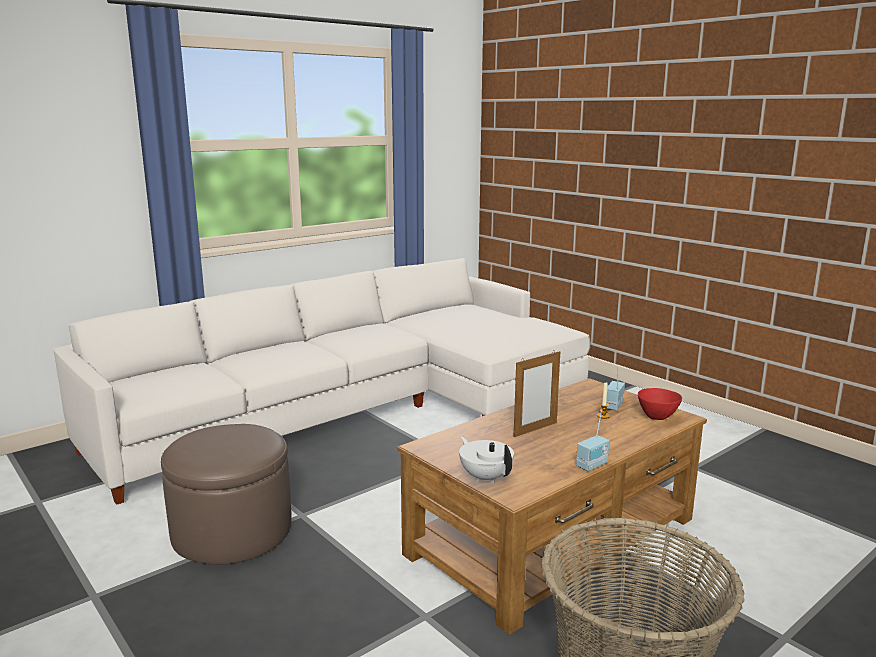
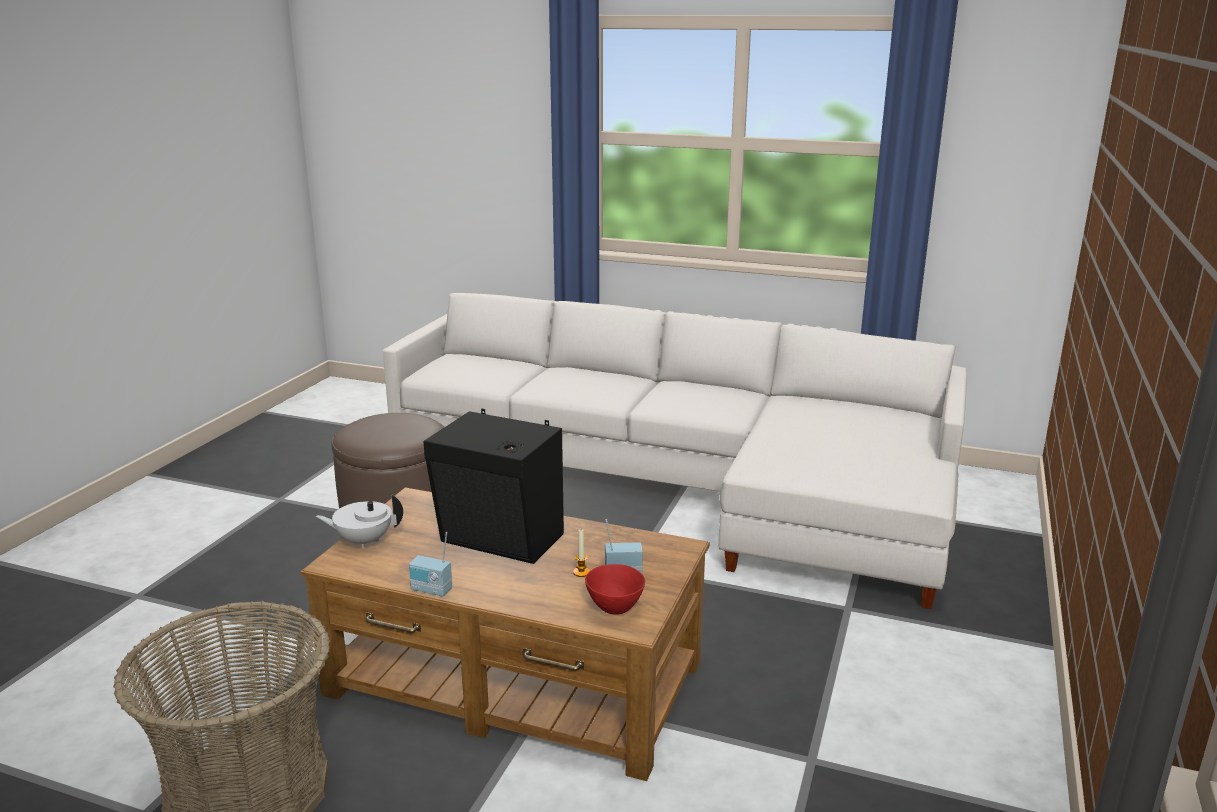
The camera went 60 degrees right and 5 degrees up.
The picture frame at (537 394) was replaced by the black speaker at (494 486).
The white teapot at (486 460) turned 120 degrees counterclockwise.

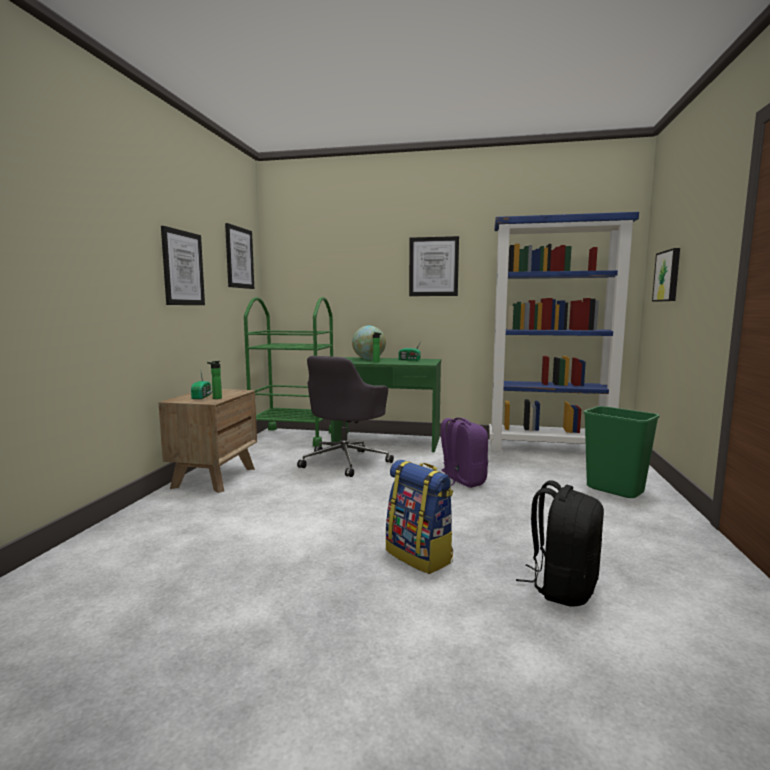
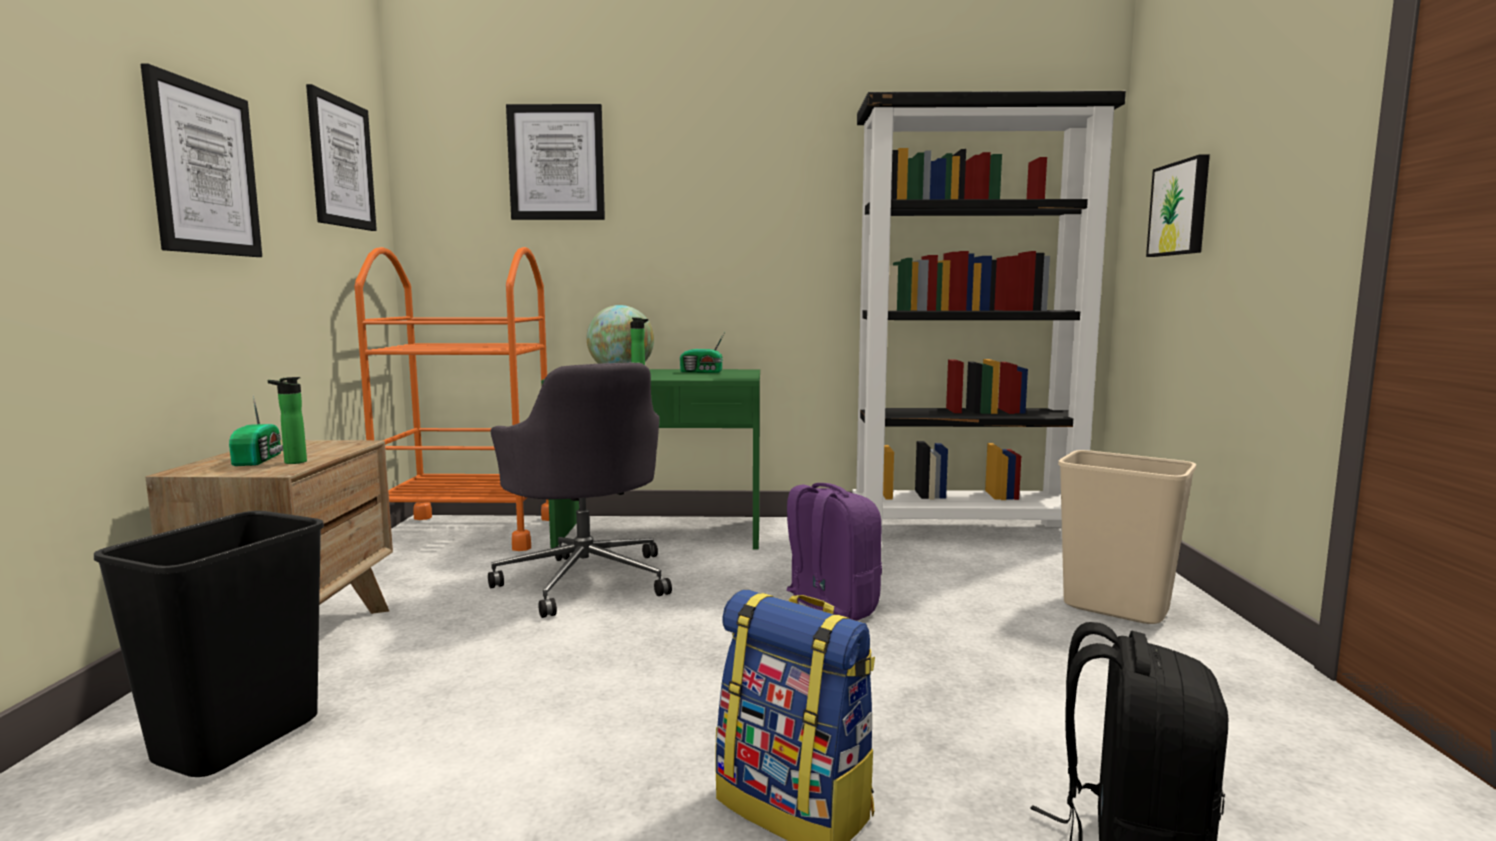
The camera went 10 degrees left and 0 degrees up.
The blue bookcase at (564 332) became the black bookcase at (989 316).
The picture moved from (434 266) to (555 162).
The green cart at (288 372) became the orange cart at (452 399).
The grey office chair at (345 416) turned 45 degrees counterclockwise.
The green trash can at (621 452) became the beige trash can at (1127 537).
The black trash can at (209 644) appeared.

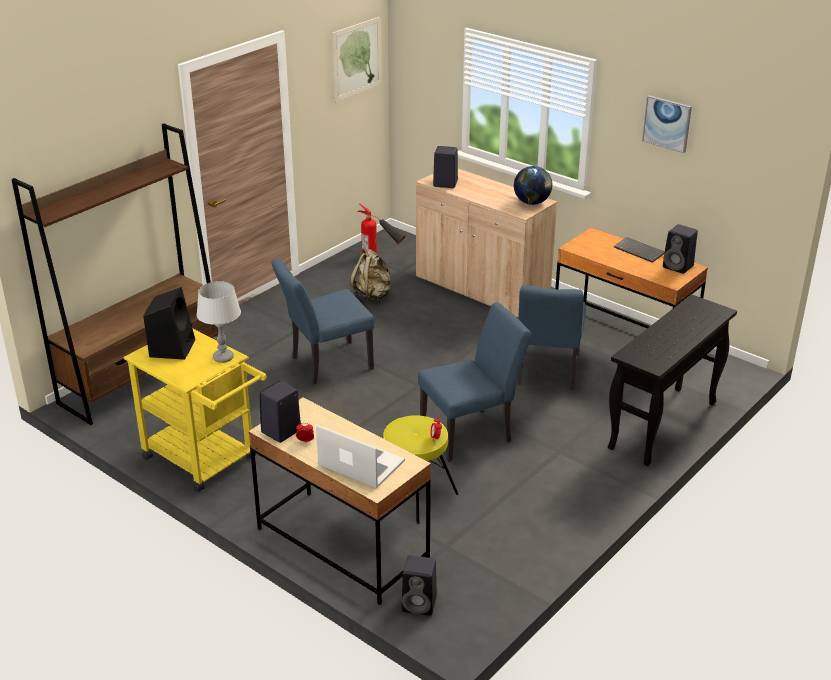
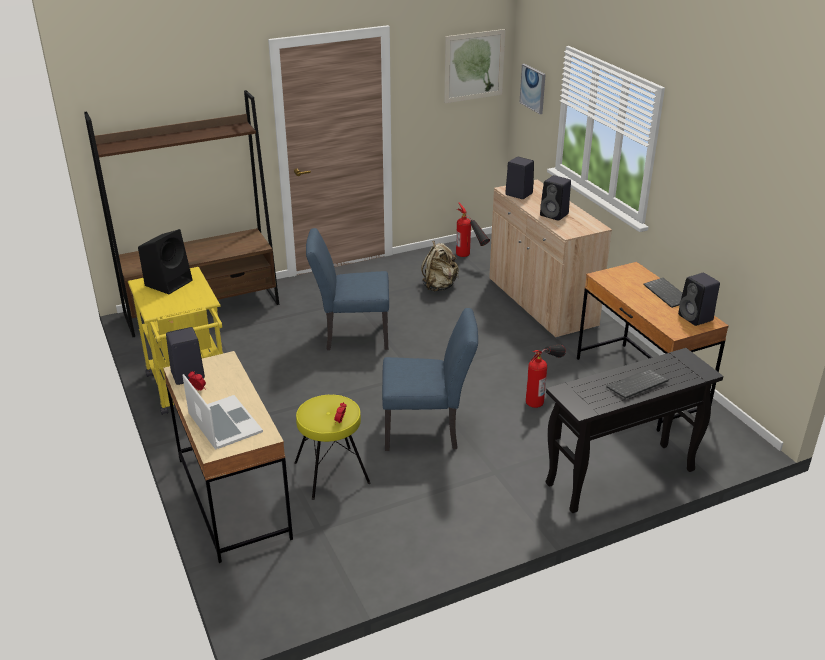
The camera went 25 degrees right and 0 degrees up.
The picture moved from (667 124) to (532 89).
The globe at (533 185) disappeared.
The grey table lamp at (219 322) disappeared.
The blue chair at (551 337) was replaced by the fire extinguisher at (546 376).
The black speaker moved from (419 585) to (555 198).
The keyboard at (637 384) appeared.

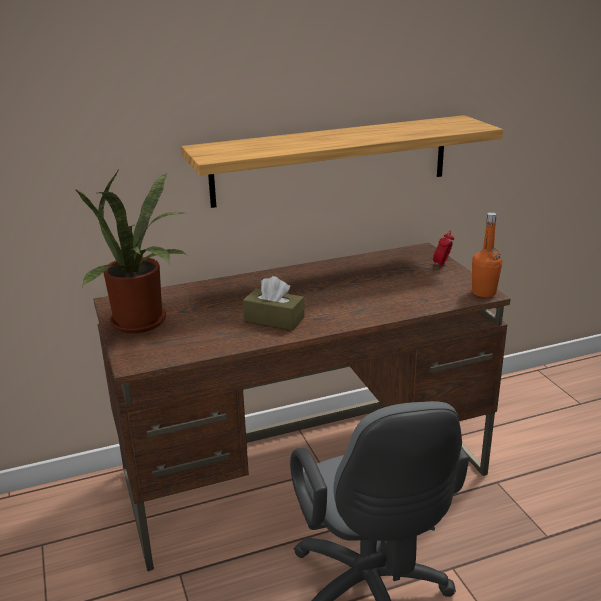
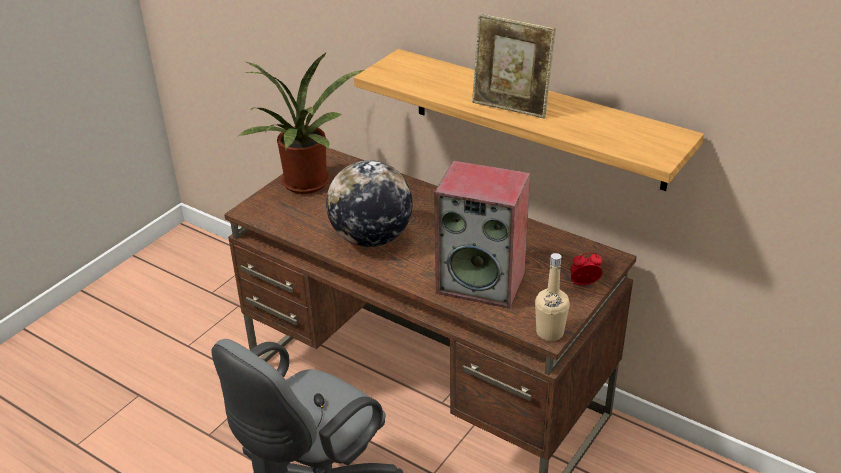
The camera went 55 degrees right and 10 degrees up.
The orange bottle at (487 255) became the beige bottle at (552 297).
The brown tissue box at (273 303) was replaced by the globe at (369 203).
The picture frame at (514 66) appeared.
The speaker at (482 234) appeared.

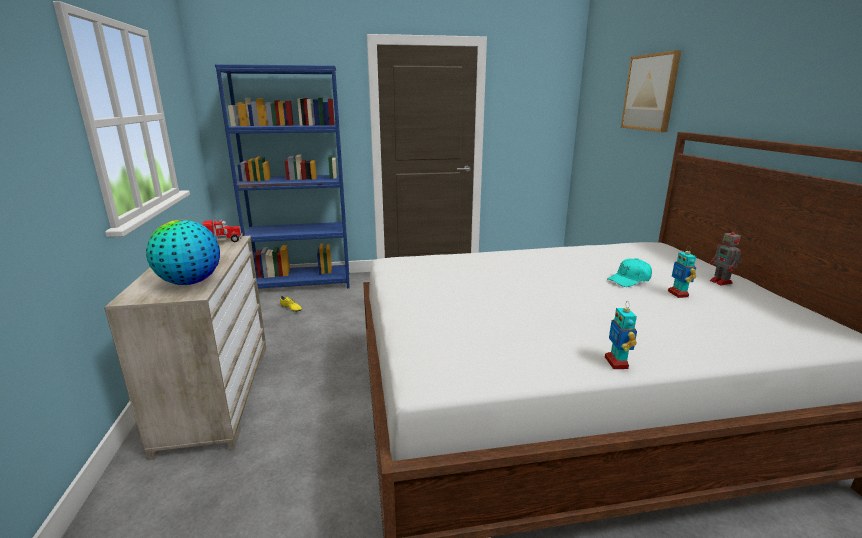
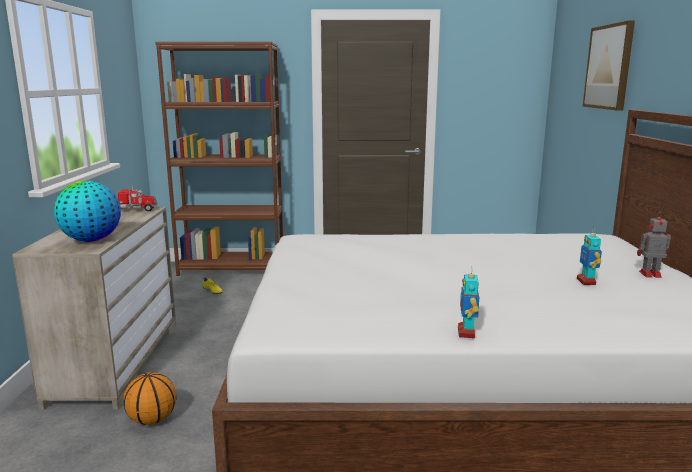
The camera went 10 degrees right and 5 degrees down.
The blue bookcase at (282 176) became the brown bookcase at (219 159).
The toy robot at (726 256) turned 105 degrees clockwise.
The turquoise cap at (629 272) disappeared.
The basketball at (149 398) appeared.

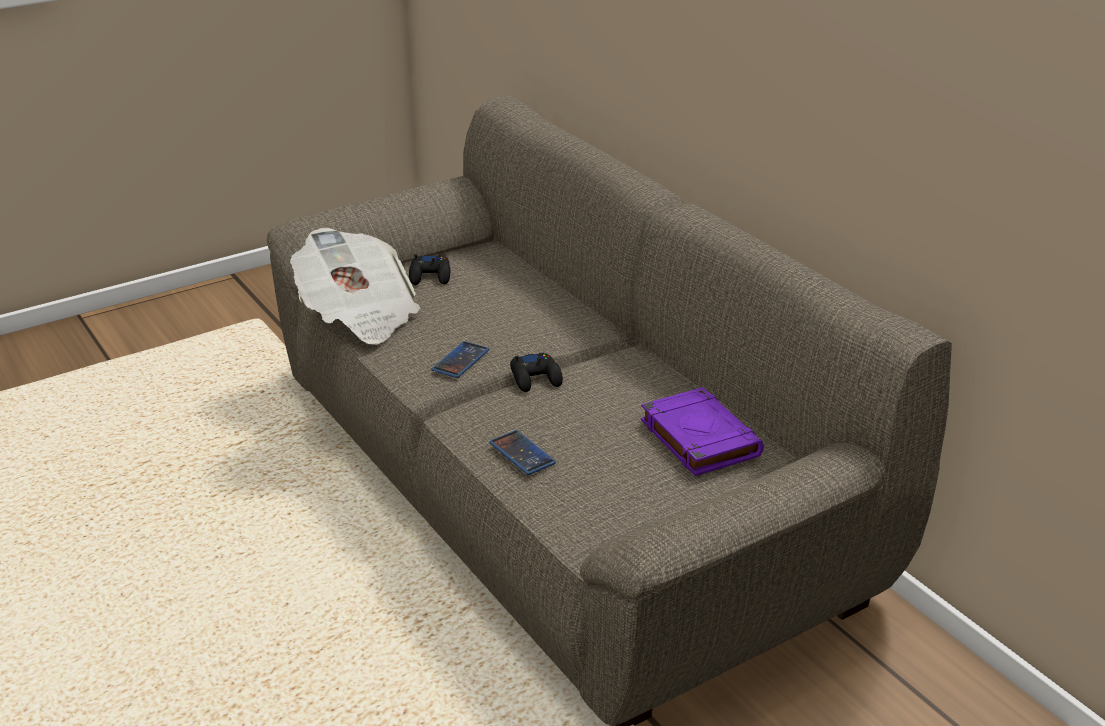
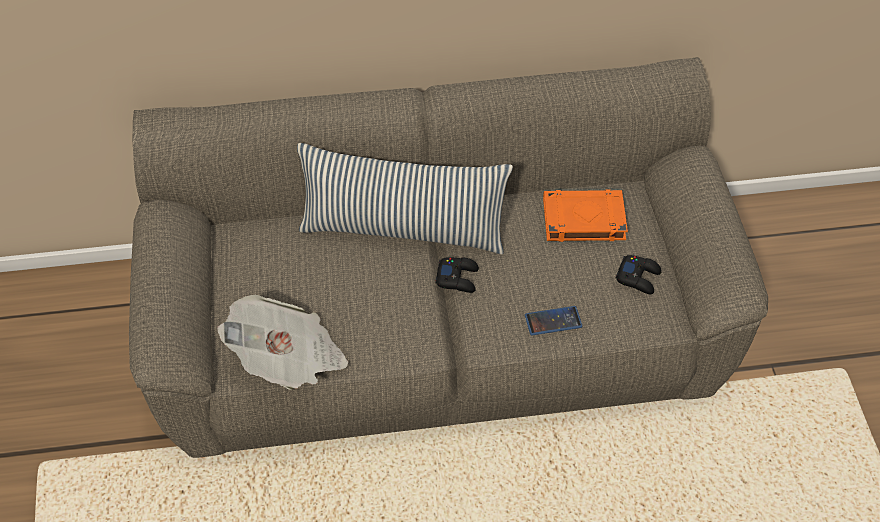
The camera went 65 degrees left and 20 degrees up.
The black game controller moved from (429 269) to (639 274).
The phone at (460 359) disappeared.
The purple book at (702 431) became the orange book at (585 216).
The pillow at (405 198) appeared.

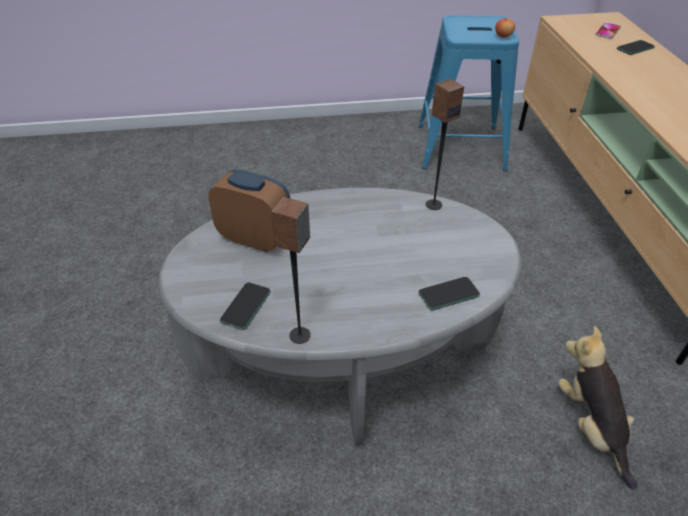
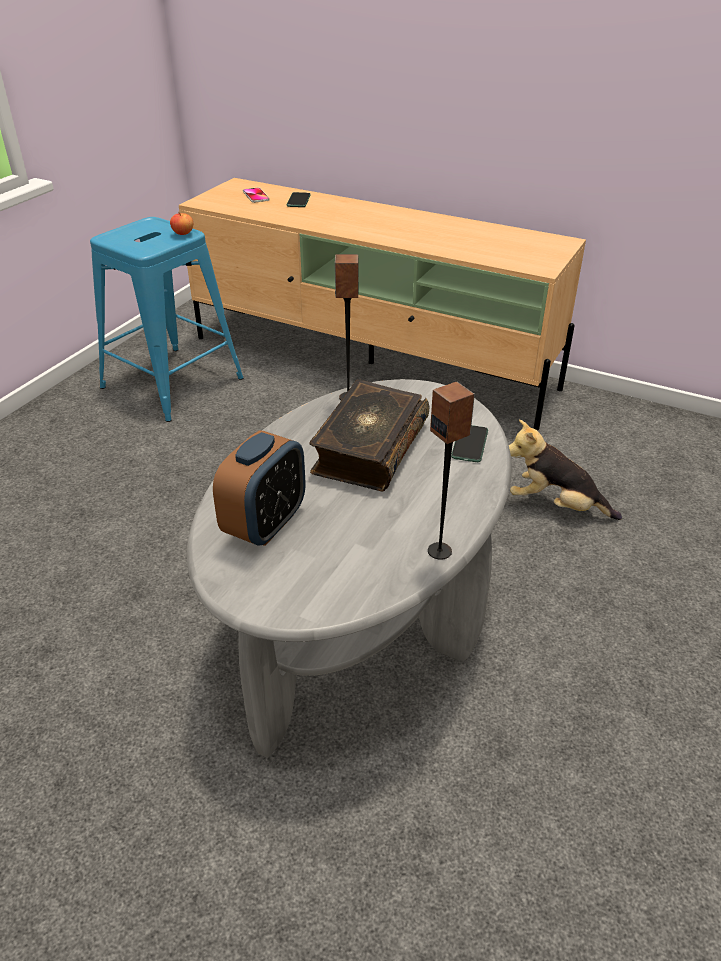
The camera went 55 degrees left and 5 degrees down.
The alarm clock at (249 210) turned 150 degrees clockwise.
The phone at (245 306) disappeared.
The book at (370 435) appeared.

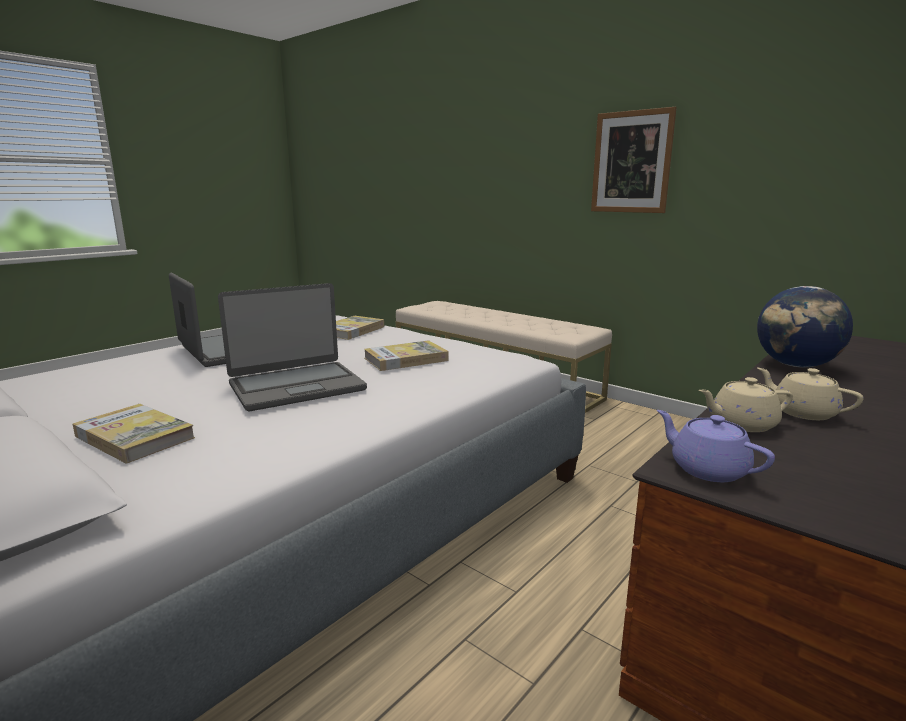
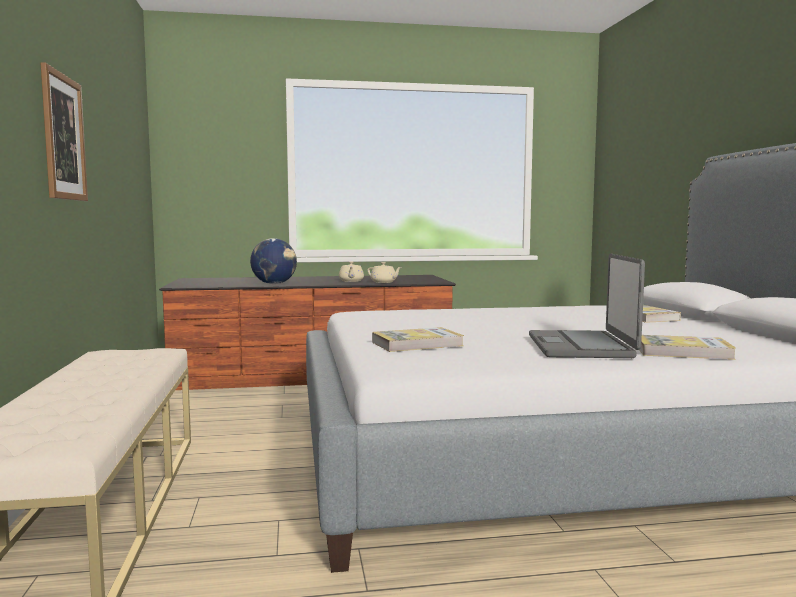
The camera went 140 degrees left and 10 degrees down.
The laptop at (292 347) disappeared.
The book moved from (406 355) to (687 347).
The purple teapot at (716 446) disappeared.

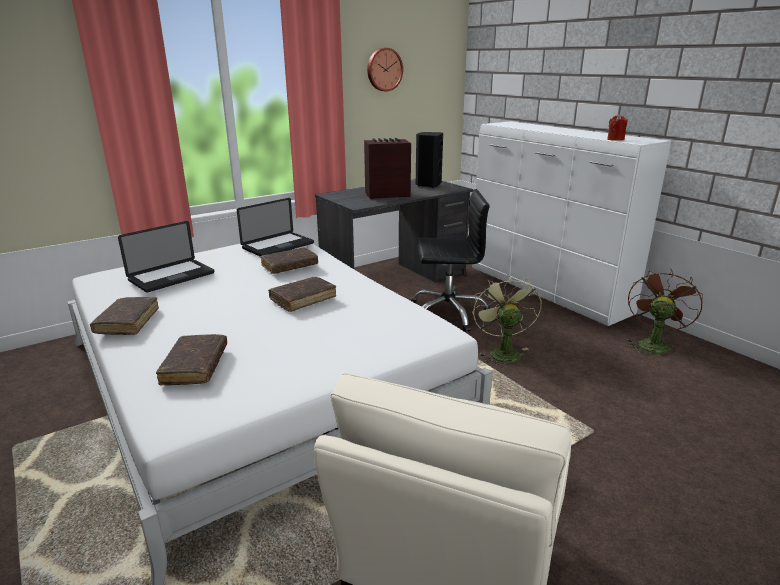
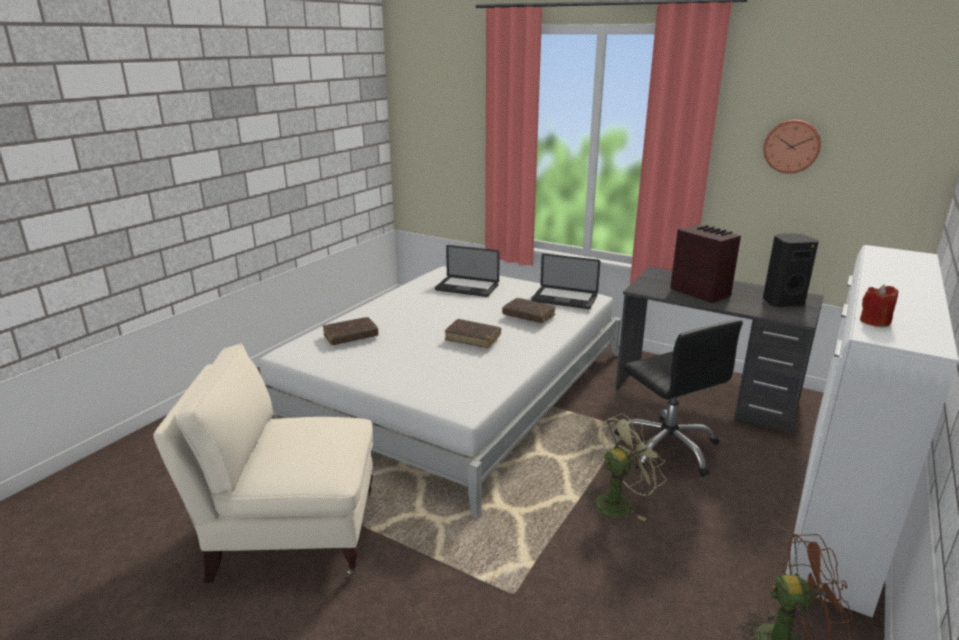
The camera went 65 degrees right and 0 degrees up.
The brown book at (124 316) disappeared.

